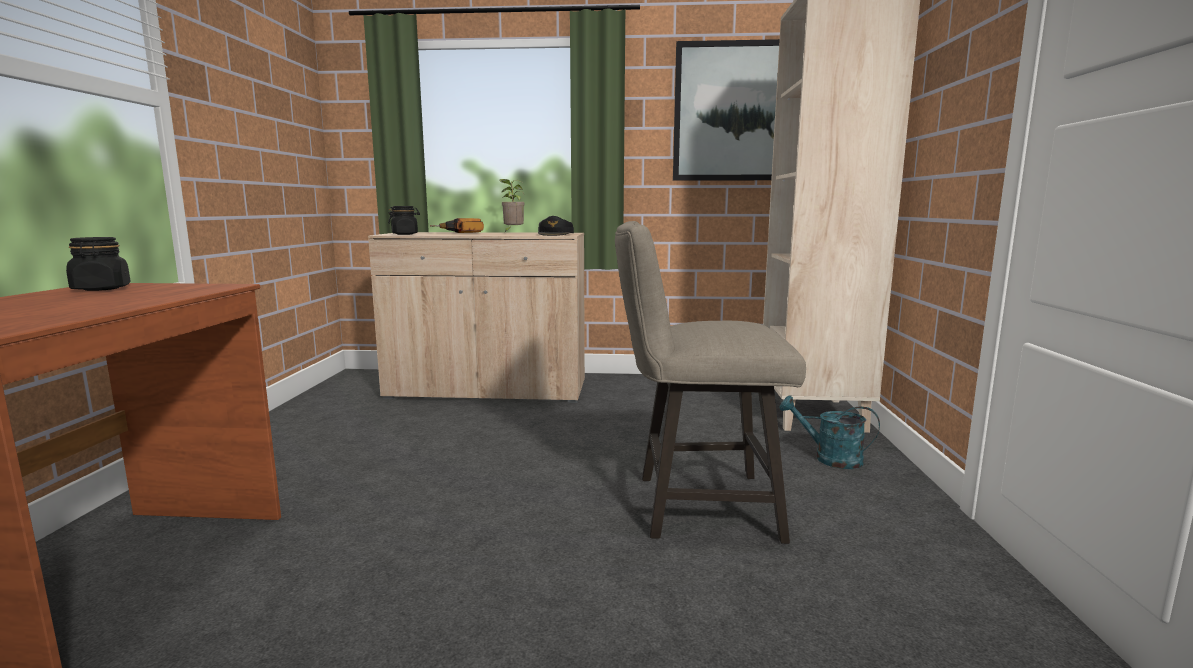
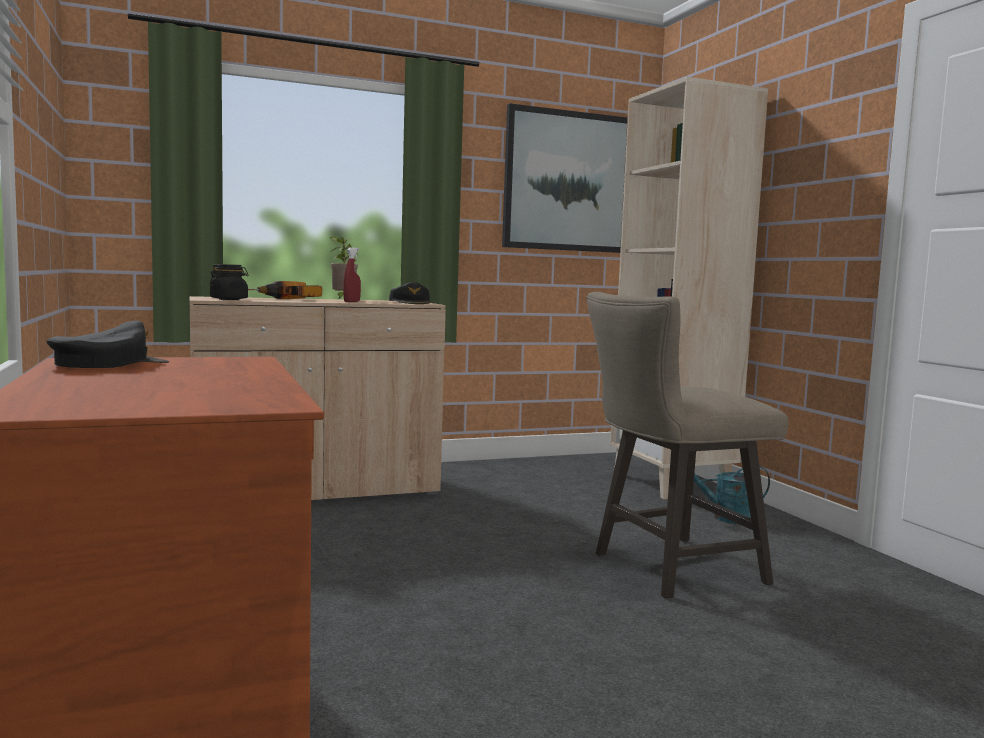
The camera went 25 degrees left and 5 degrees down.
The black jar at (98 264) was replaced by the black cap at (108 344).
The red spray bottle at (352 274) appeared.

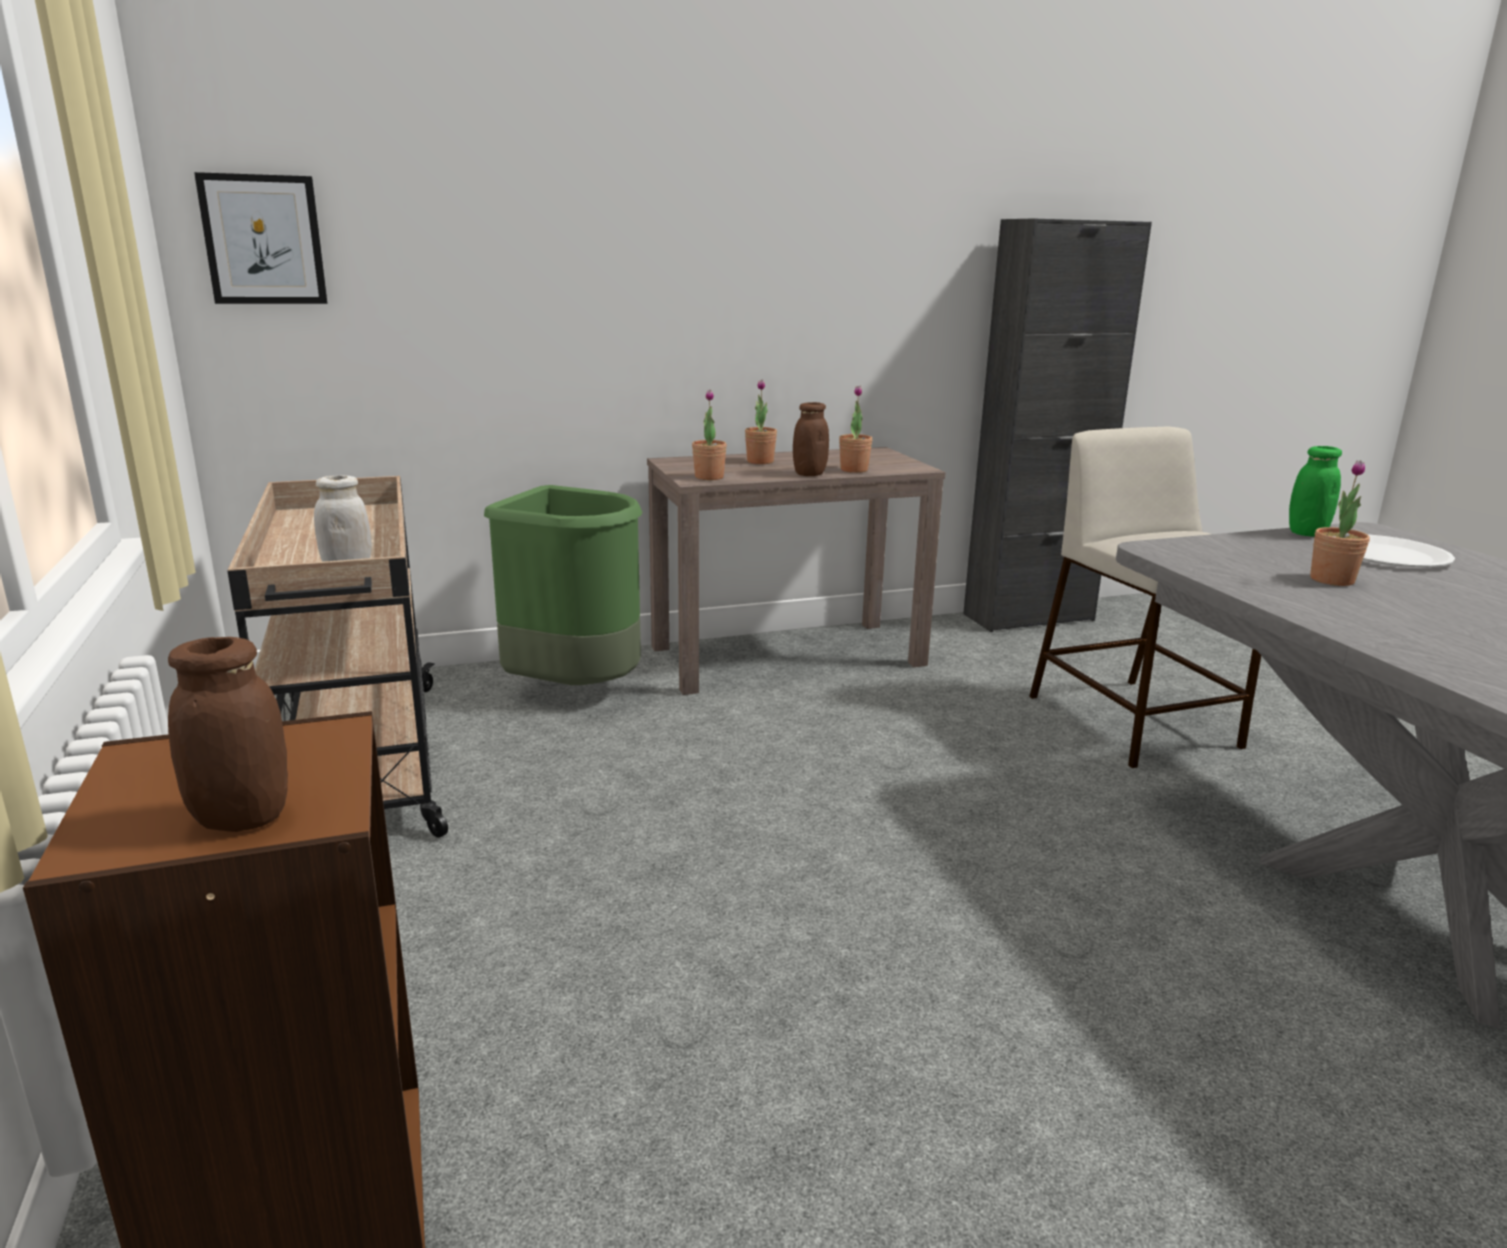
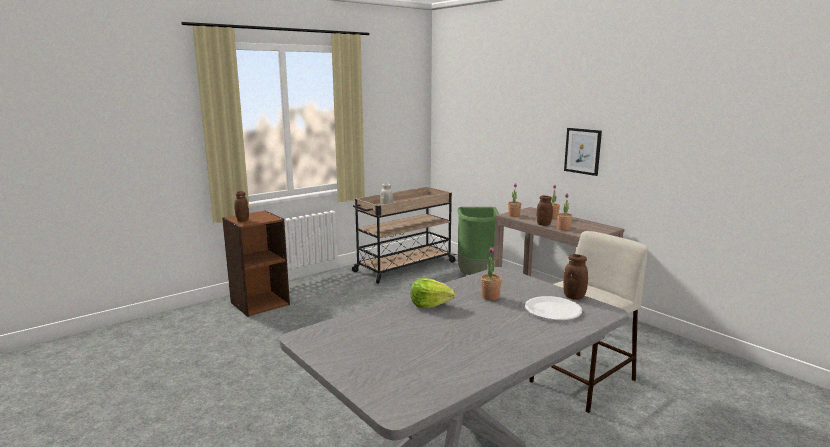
The camera went 70 degrees right and 5 degrees down.
The picture moved from (260 238) to (583 152).
The black cabinet at (1057 425) disappeared.
The green jar at (1315 491) became the brown jar at (575 277).
The lettuce at (433 293) appeared.

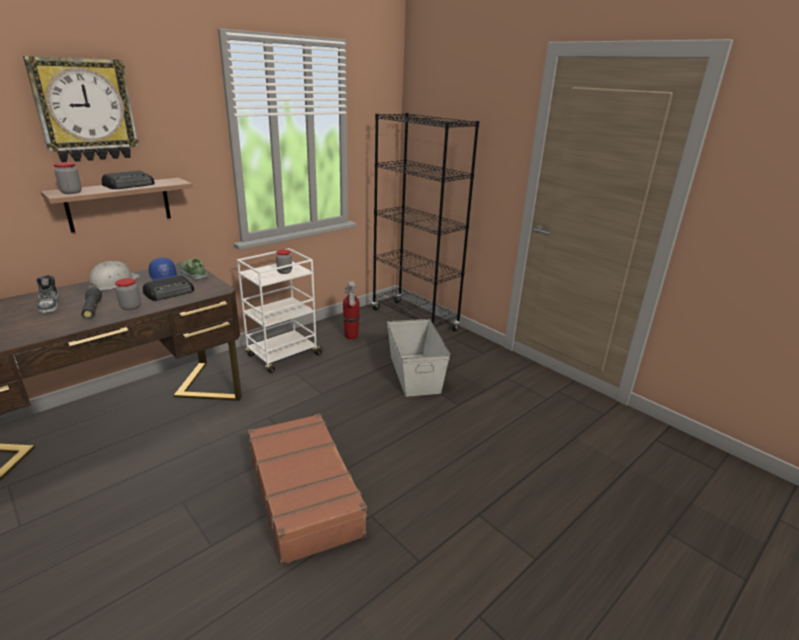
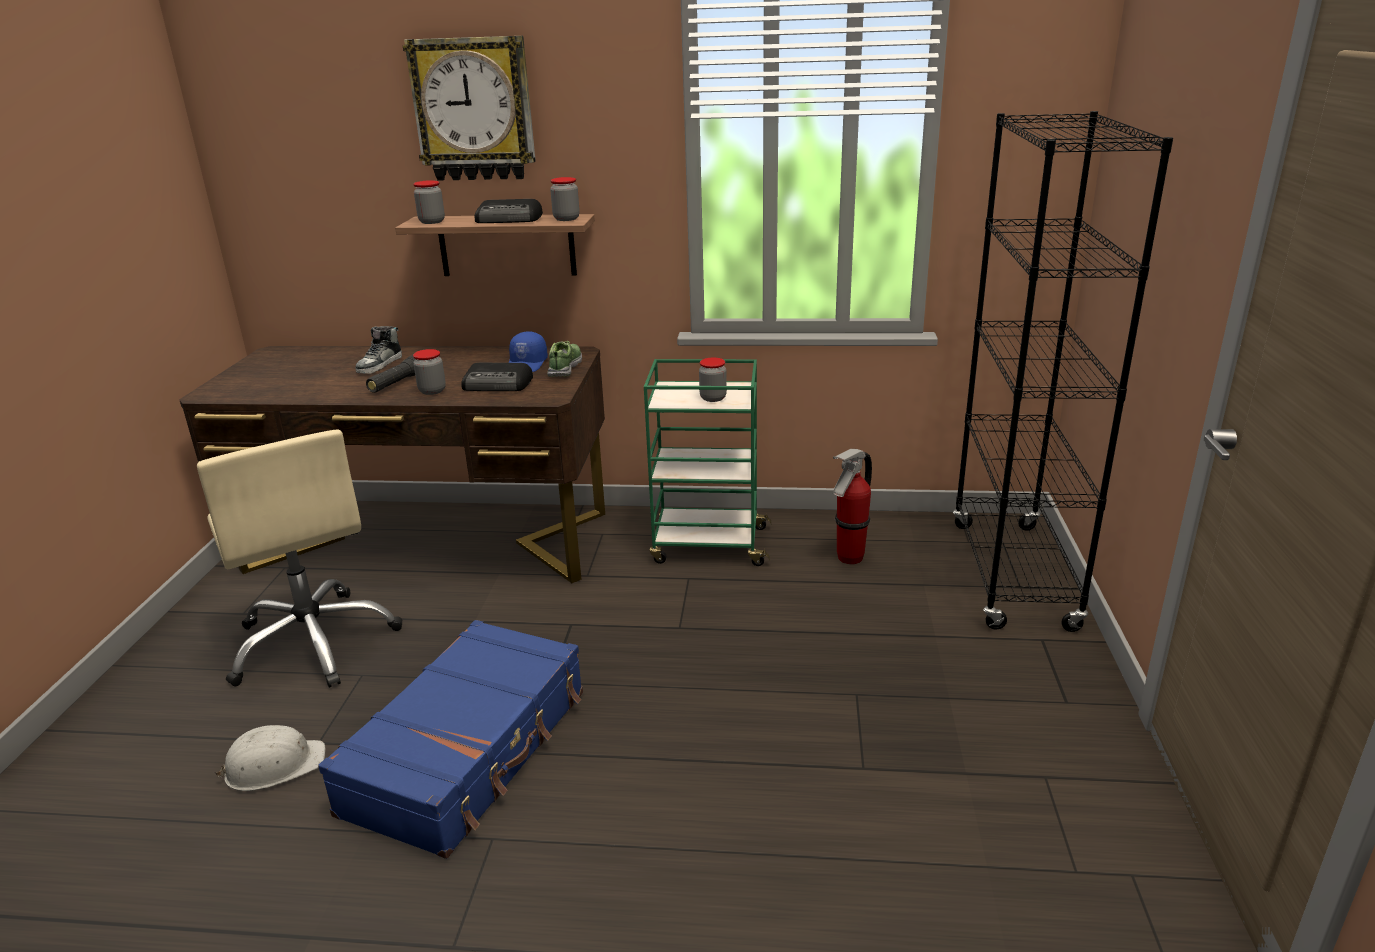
The camera went 50 degrees right and 0 degrees up.
The white cart at (280 310) became the green cart at (708 462).
The white hard hat moved from (114 275) to (270 758).
The grey storage box at (418 358) disappeared.
The brown suitcase at (308 489) became the blue suitcase at (450 739).
The jar at (565 199) appeared.
The beige office chair at (299 558) appeared.

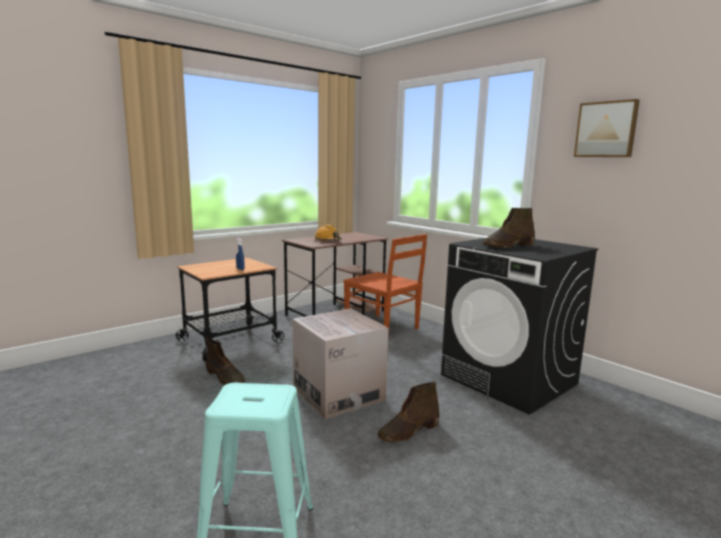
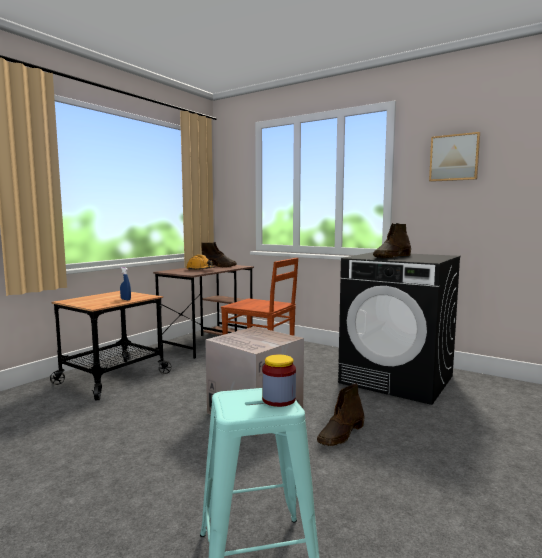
The camera went 15 degrees left and 5 degrees down.
The brown boot moved from (225 361) to (219 254).
The jar at (279 381) appeared.

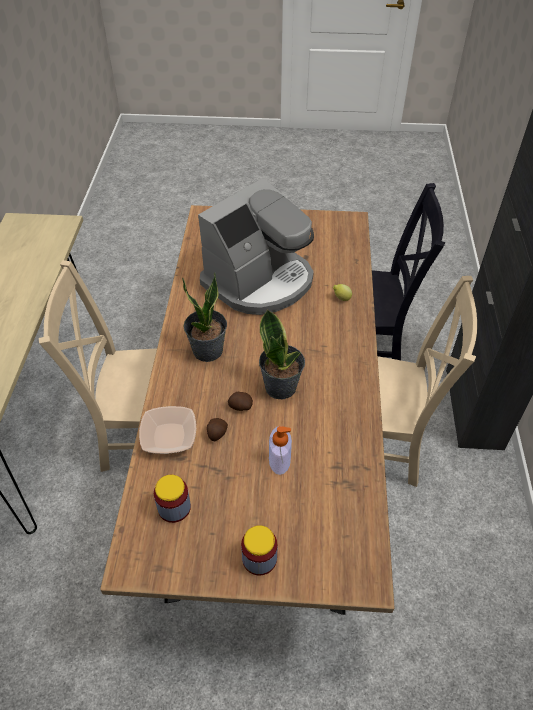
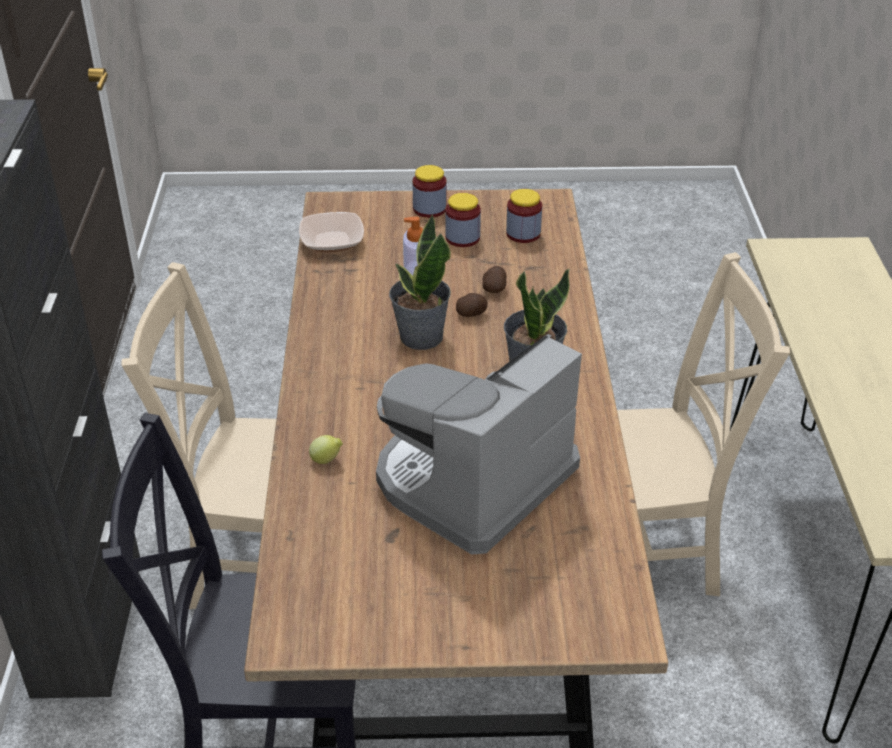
The camera went 175 degrees right and 10 degrees down.
The bowl moved from (167 430) to (331 232).
The jar at (463 220) appeared.

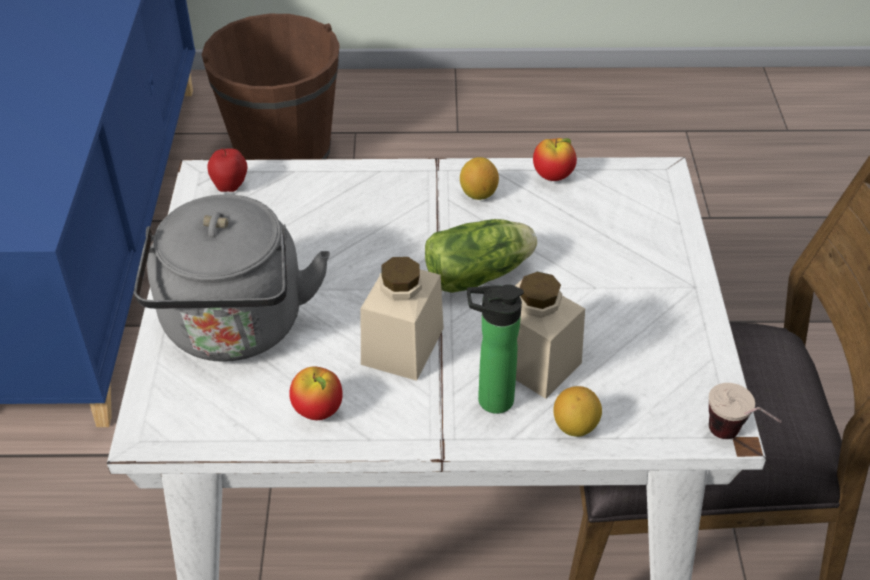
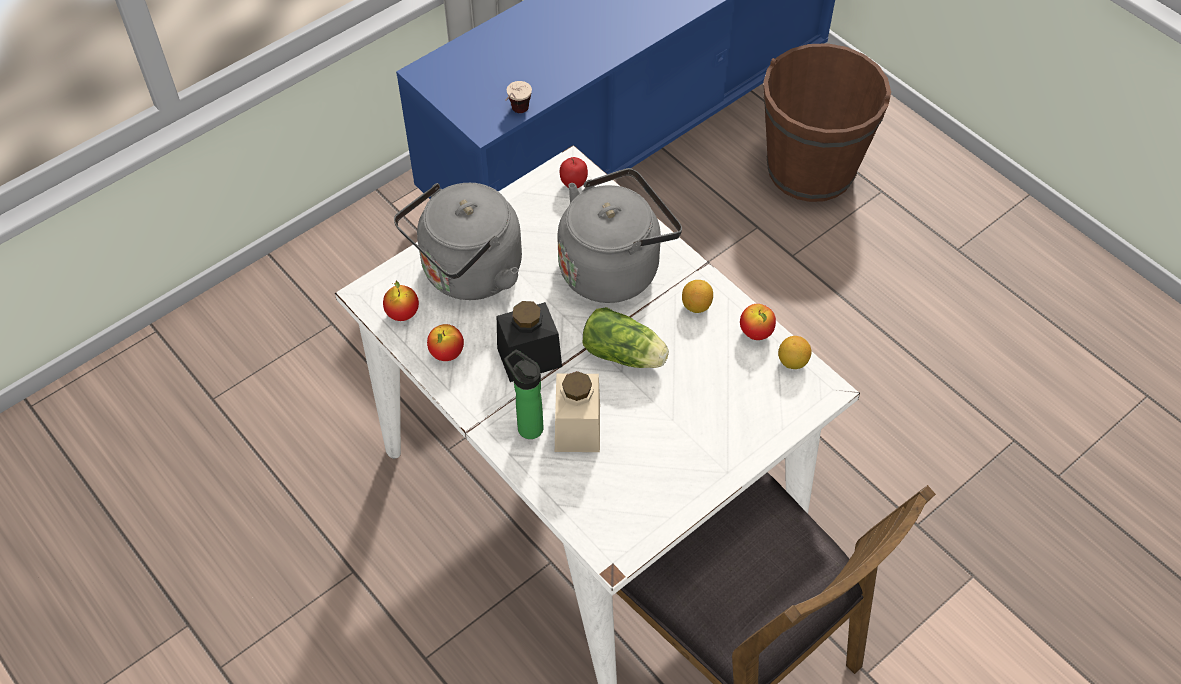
The camera went 50 degrees right and 10 degrees up.
The beige jar at (402 319) became the black jar at (529 341).
The cup moved from (745 411) to (519 97).
The lemon moved from (577 411) to (795 352).
The grey kettle at (619 235) appeared.
The apple at (401 301) appeared.

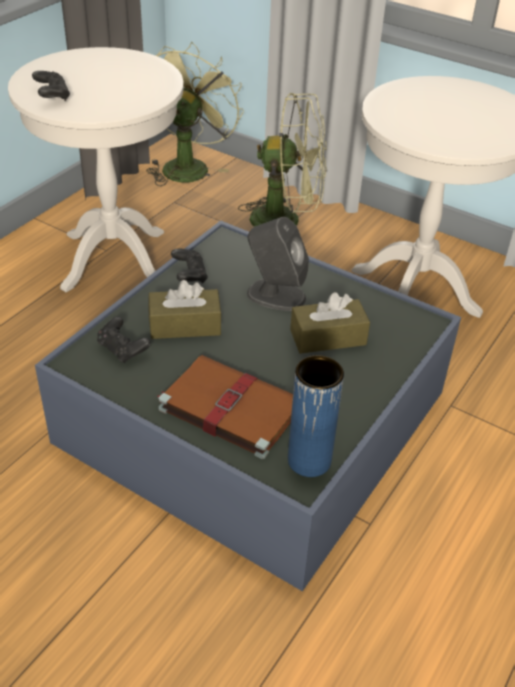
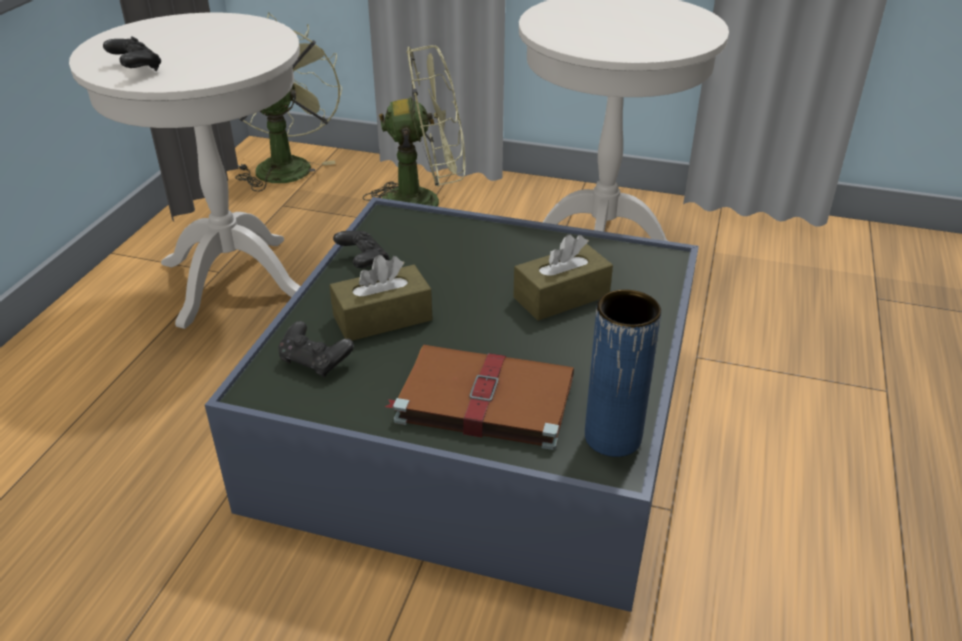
The camera went 15 degrees left and 5 degrees down.
The grey speaker at (278 264) disappeared.

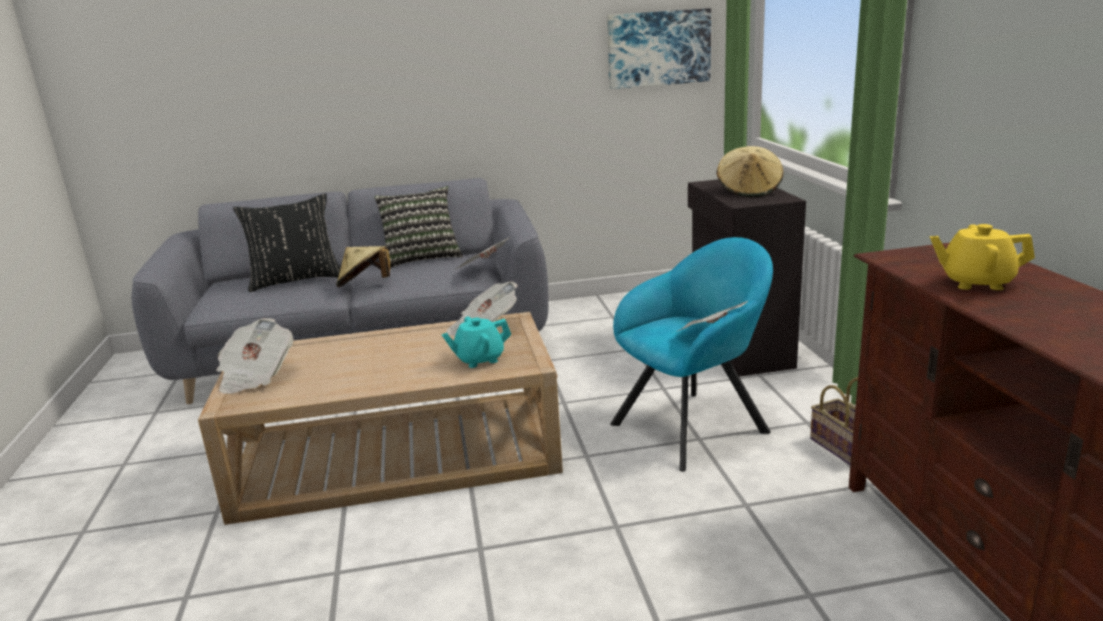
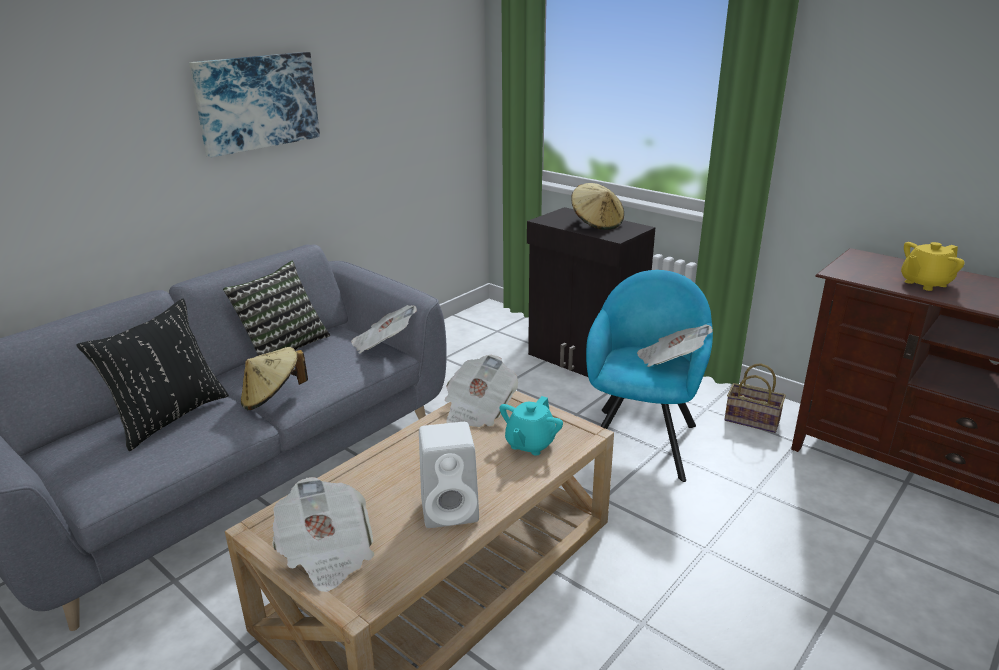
The camera went 40 degrees left and 5 degrees up.
The picture moved from (659 48) to (254 104).
The white speaker at (449 475) appeared.

